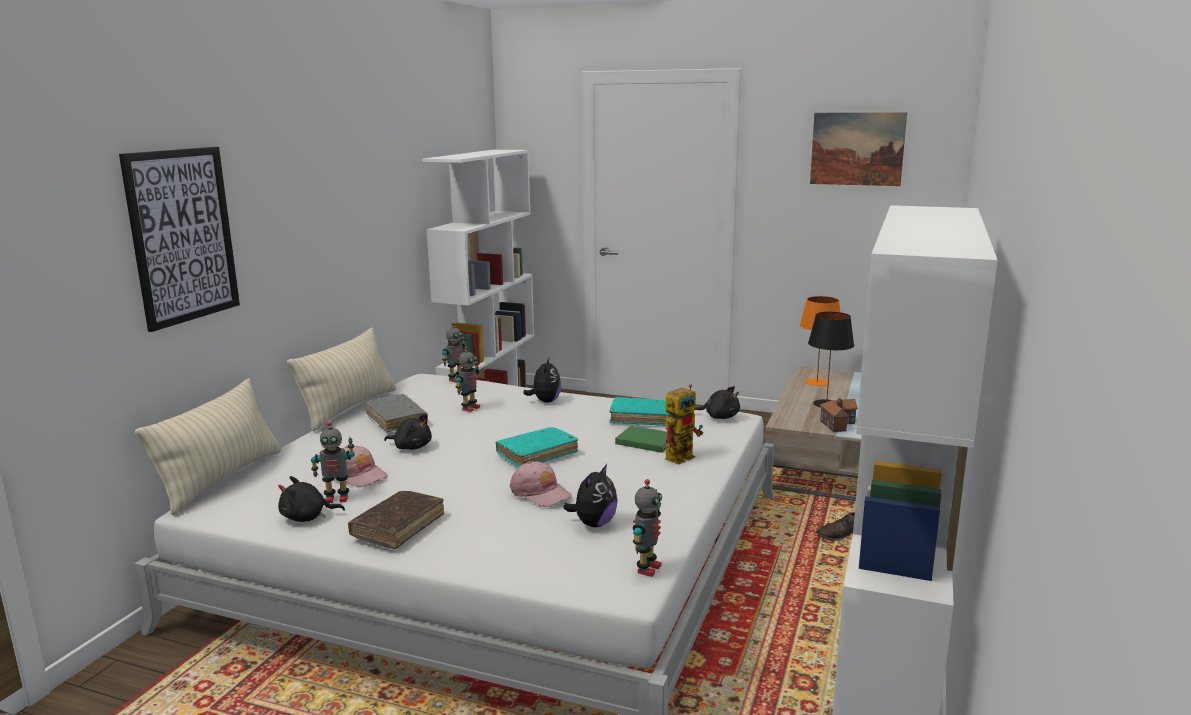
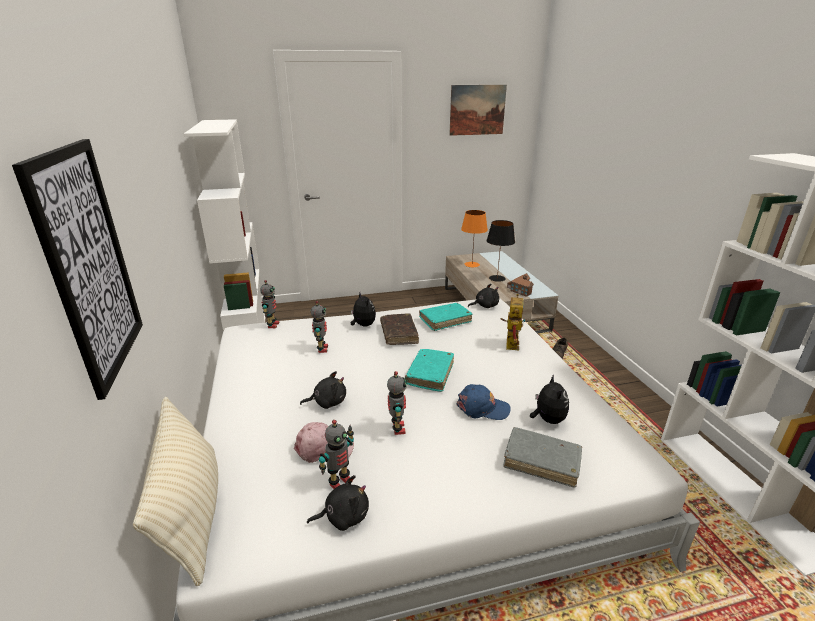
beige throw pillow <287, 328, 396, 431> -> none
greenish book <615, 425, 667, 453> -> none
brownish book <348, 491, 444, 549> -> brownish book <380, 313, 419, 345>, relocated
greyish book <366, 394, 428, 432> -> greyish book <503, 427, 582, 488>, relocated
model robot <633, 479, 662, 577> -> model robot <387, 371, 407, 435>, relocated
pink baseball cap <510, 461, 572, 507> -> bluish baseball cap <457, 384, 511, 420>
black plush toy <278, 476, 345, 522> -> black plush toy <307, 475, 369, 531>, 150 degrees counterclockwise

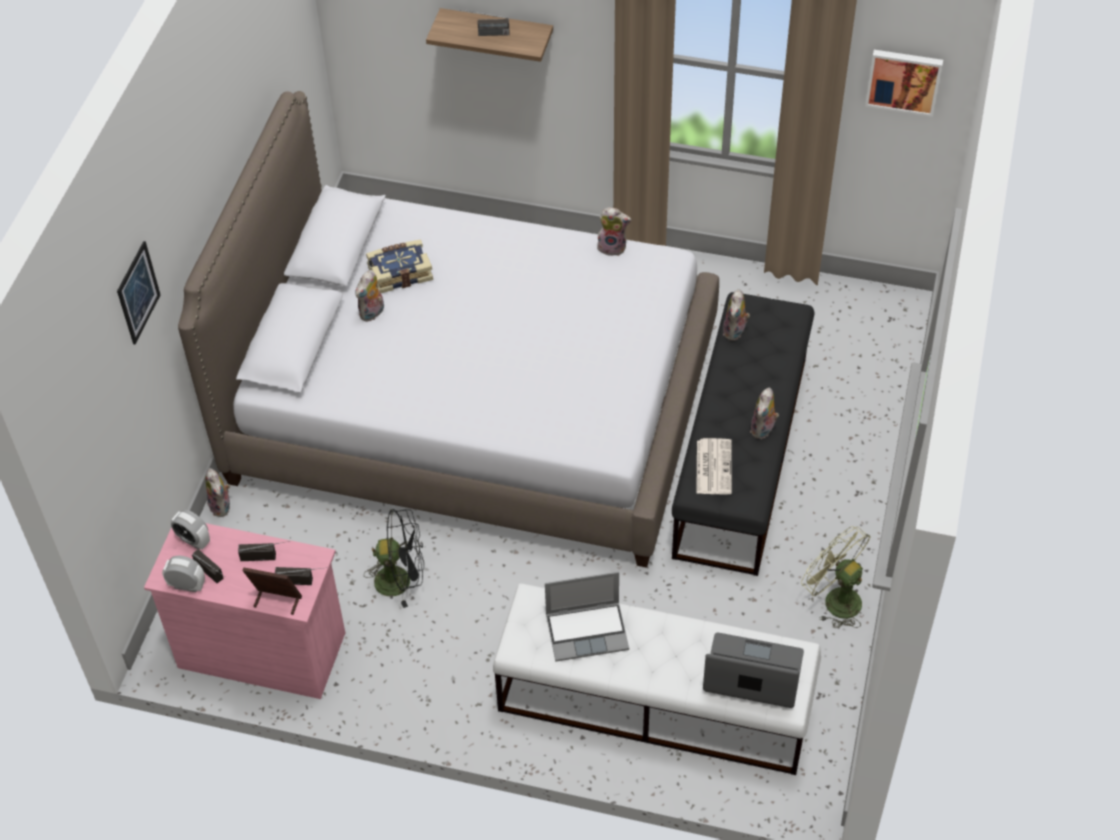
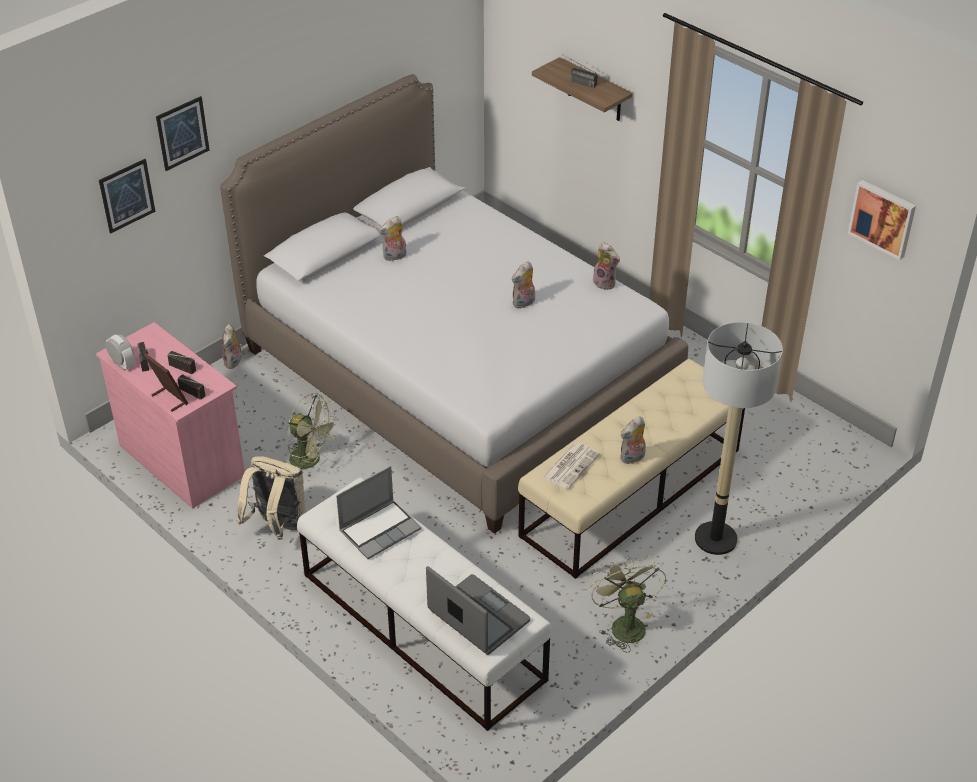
bedside clock <171, 510, 210, 550> -> none
book <366, 239, 433, 293> -> none
none -> wall picture <99, 159, 155, 234>
none -> beige rucksack <237, 457, 306, 540>
none -> standing lamp <695, 322, 783, 555>
plush toy <723, 289, 750, 341> -> plush toy <512, 261, 535, 308>, relocated
black electric fan <364, 509, 424, 608> -> greenish electric fan <286, 393, 339, 469>
black indoor bench <672, 292, 814, 576> -> beige indoor bench <518, 359, 745, 579>
laptop <545, 572, 629, 662> -> laptop <336, 466, 421, 559>, 60 degrees counterclockwise

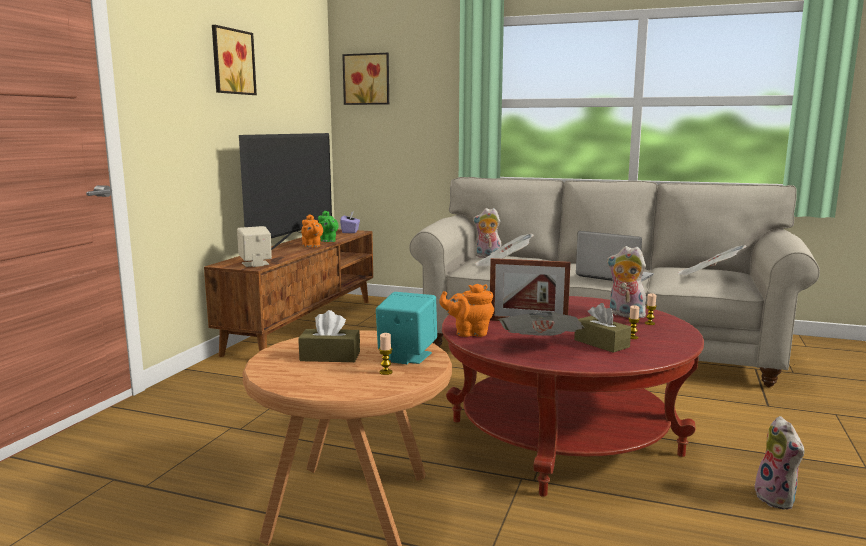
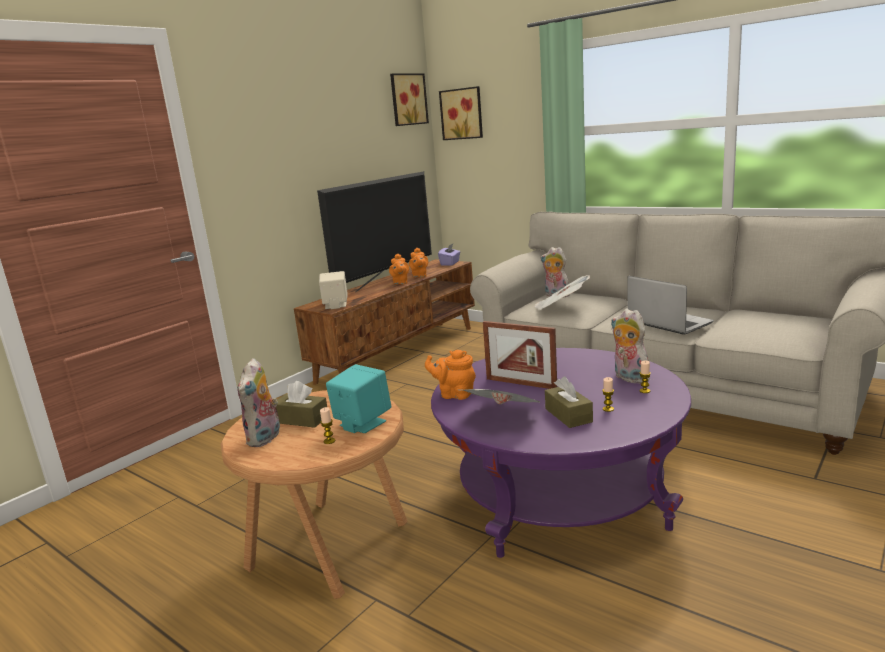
printed paper <678, 245, 746, 276> -> none
wall picture <212, 25, 257, 95> -> wall picture <390, 73, 429, 126>, relocated
plush toy <755, 416, 804, 510> -> plush toy <237, 358, 280, 448>, relocated
greenish tea pot <318, 211, 338, 242> -> orange-coloured tea pot <409, 248, 428, 277>
red lounge table <442, 296, 704, 497> -> purplish lounge table <431, 348, 691, 558>

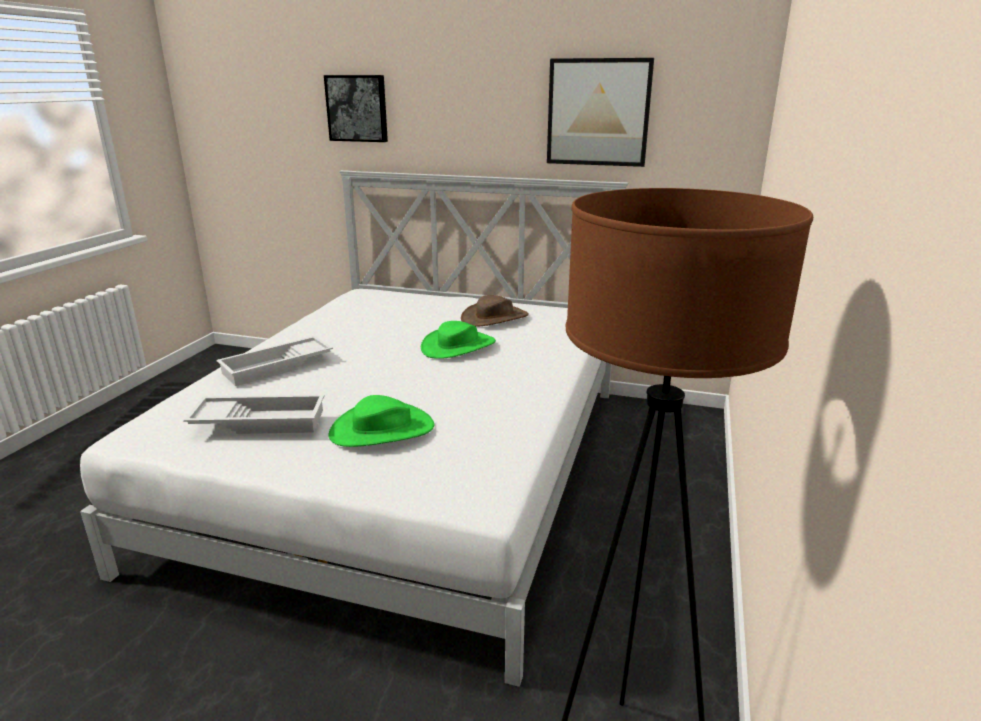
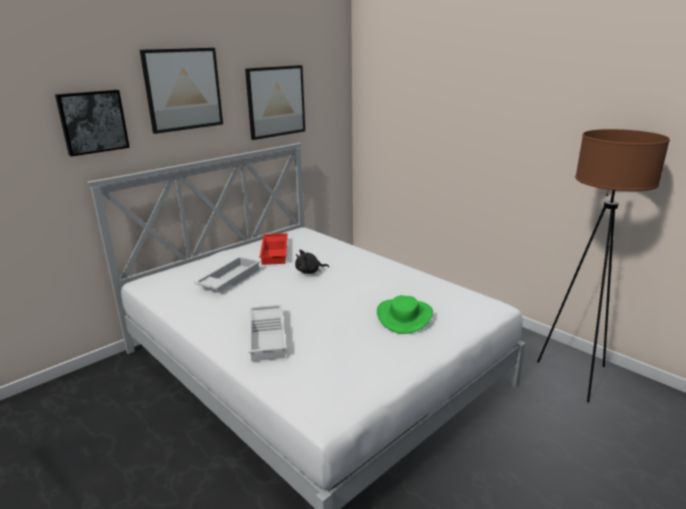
none -> wall picture <140, 48, 223, 134>
white-coloured serving tray <183, 395, 325, 434> -> white-coloured serving tray <194, 257, 260, 290>, relocated
greenish clothing hat <421, 321, 496, 359> -> black plush toy <295, 250, 329, 274>
brownish clothing hat <461, 295, 529, 327> -> red serving tray <260, 233, 288, 265>

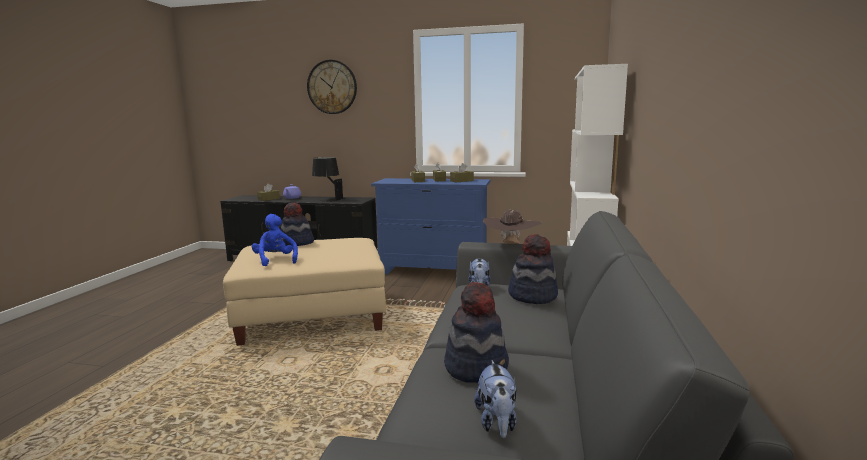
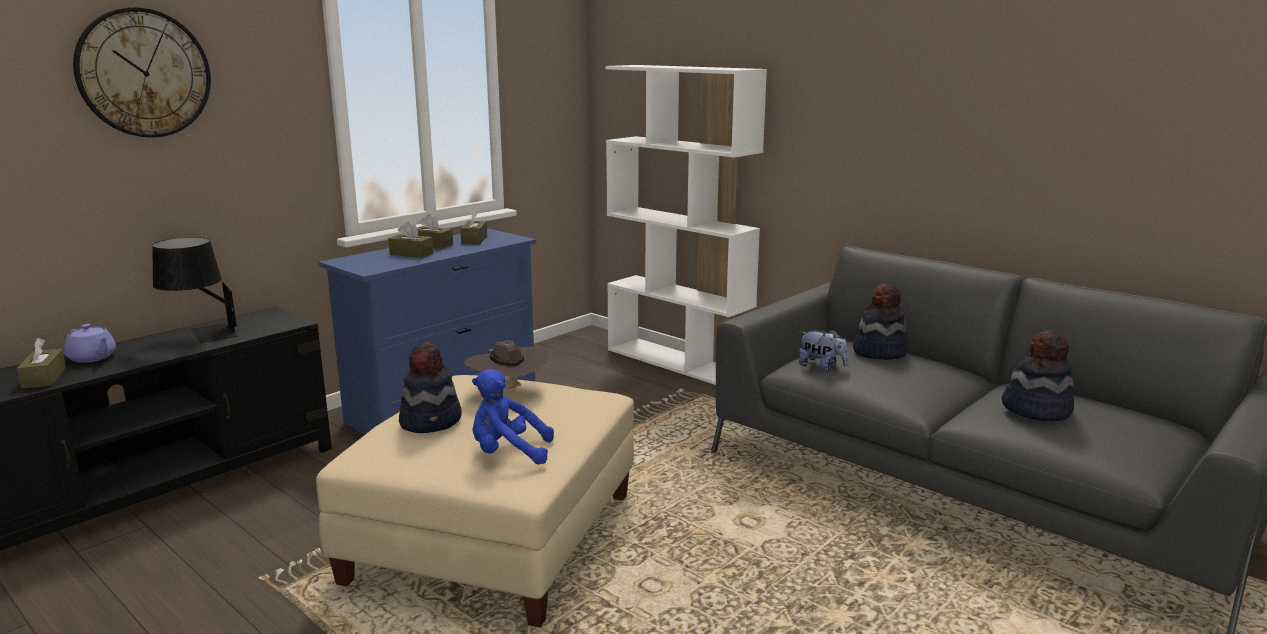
plush toy <474, 360, 517, 438> -> none
brownish clothing hat <483, 210, 543, 244> -> brownish clothing hat <464, 341, 548, 390>, relocated

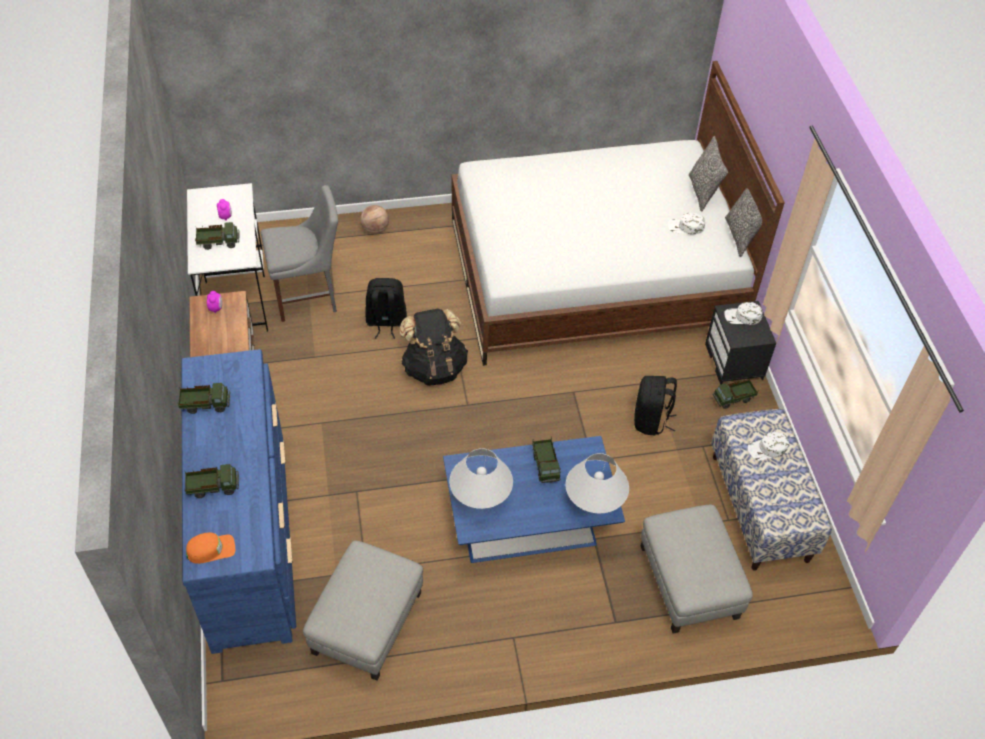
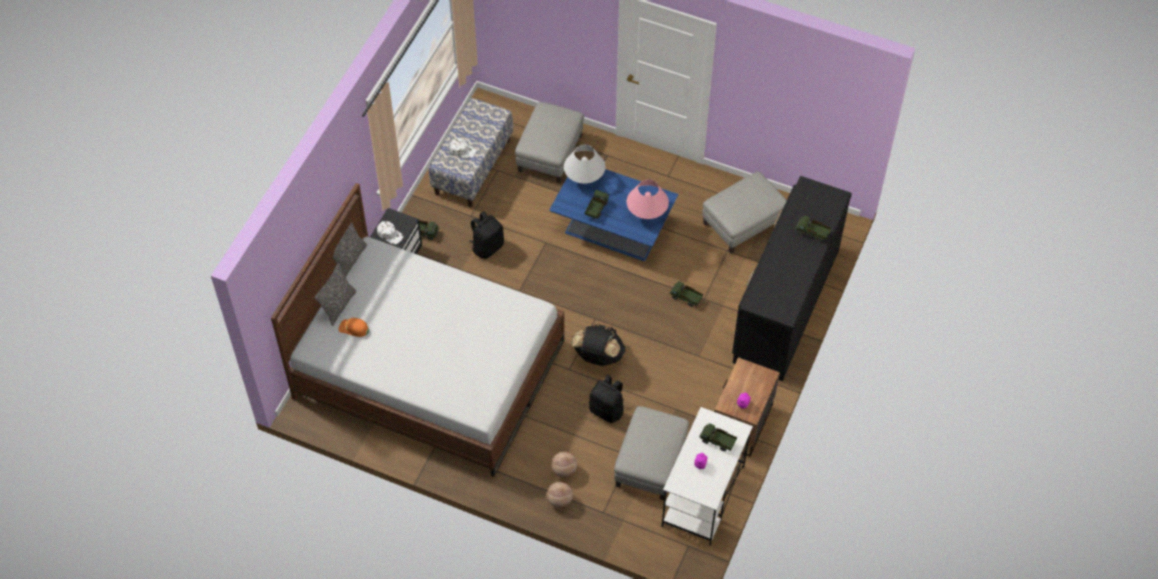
white-coloured baseball cap <668, 213, 705, 235> -> none
none -> ball for basketball <551, 452, 577, 478>
toy lorry <177, 383, 230, 414> -> toy lorry <669, 281, 703, 307>, relocated
orange-coloured baseball cap <186, 532, 235, 564> -> orange-coloured baseball cap <338, 318, 369, 337>, relocated
greyish chair <261, 185, 338, 322> -> greyish pouffe <614, 406, 689, 500>
bluish chest of drawers <181, 349, 296, 654> -> black chest of drawers <732, 176, 852, 381>
white-coloured tabletop lamp <449, 448, 513, 509> -> pink tabletop lamp <626, 180, 669, 219>

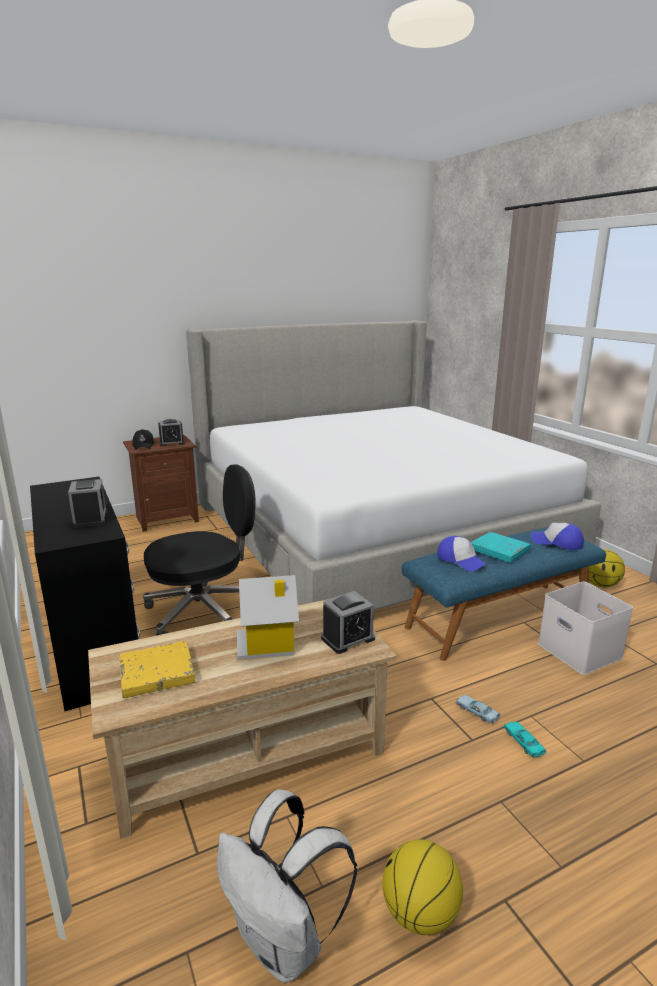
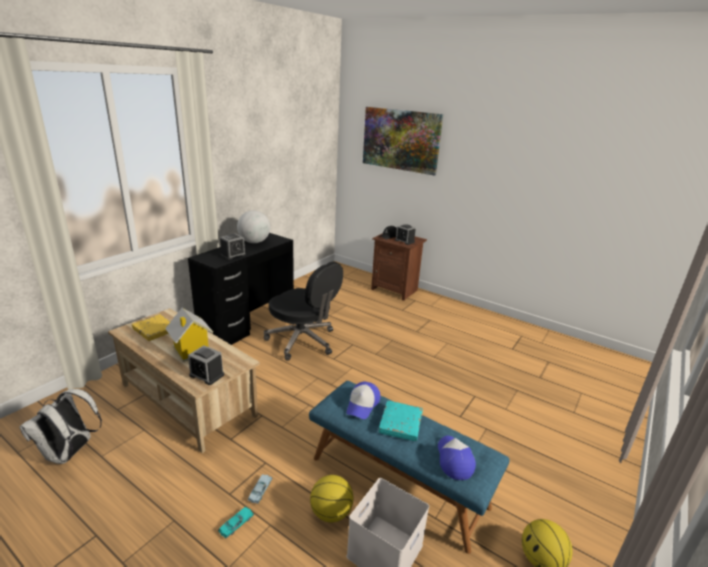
sleeping bed <186, 320, 602, 610> -> none
none -> globe <237, 210, 270, 243>
none -> wall picture <363, 107, 443, 176>
ball for basketball <382, 839, 463, 935> -> ball for basketball <310, 475, 354, 523>, relocated

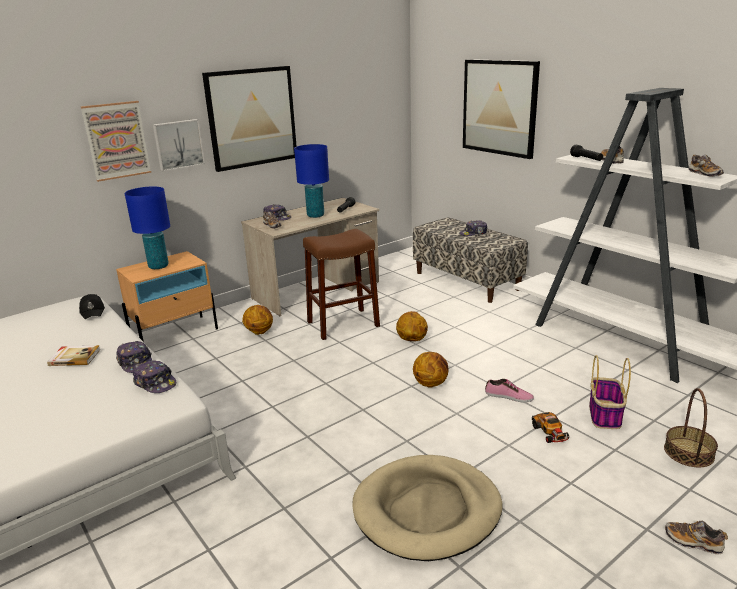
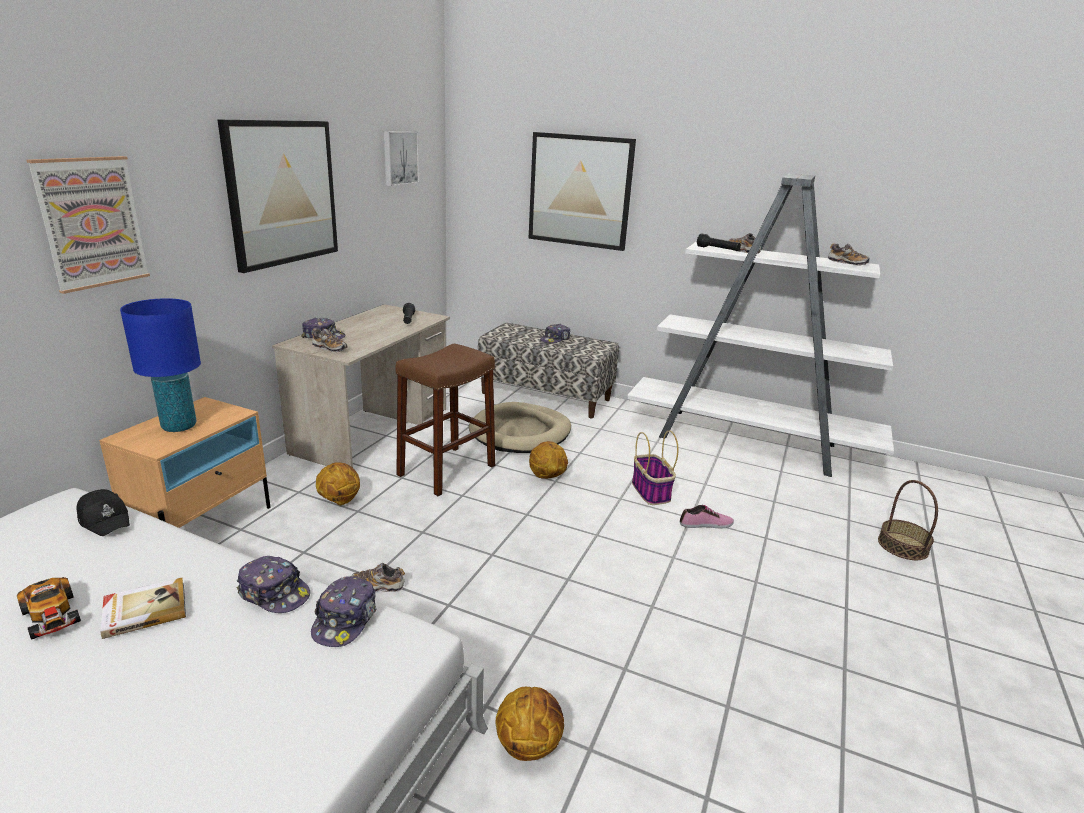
bluish tabletop lamp <294, 144, 329, 218> -> none
wall picture <153, 119, 205, 171> -> wall picture <384, 131, 419, 186>, relocated
beige dog bed <352, 455, 503, 561> -> beige dog bed <469, 402, 571, 453>, relocated
ball for basketball <413, 352, 448, 388> -> ball for basketball <495, 687, 564, 761>, relocated
toy car <532, 412, 569, 443> -> toy car <17, 577, 81, 640>, relocated
household basket <589, 355, 631, 429> -> household basket <632, 430, 678, 505>, relocated
low shoe <665, 520, 728, 555> -> low shoe <351, 563, 405, 593>, relocated
baseball cap <133, 360, 176, 393> -> baseball cap <311, 576, 376, 647>, 90 degrees clockwise

